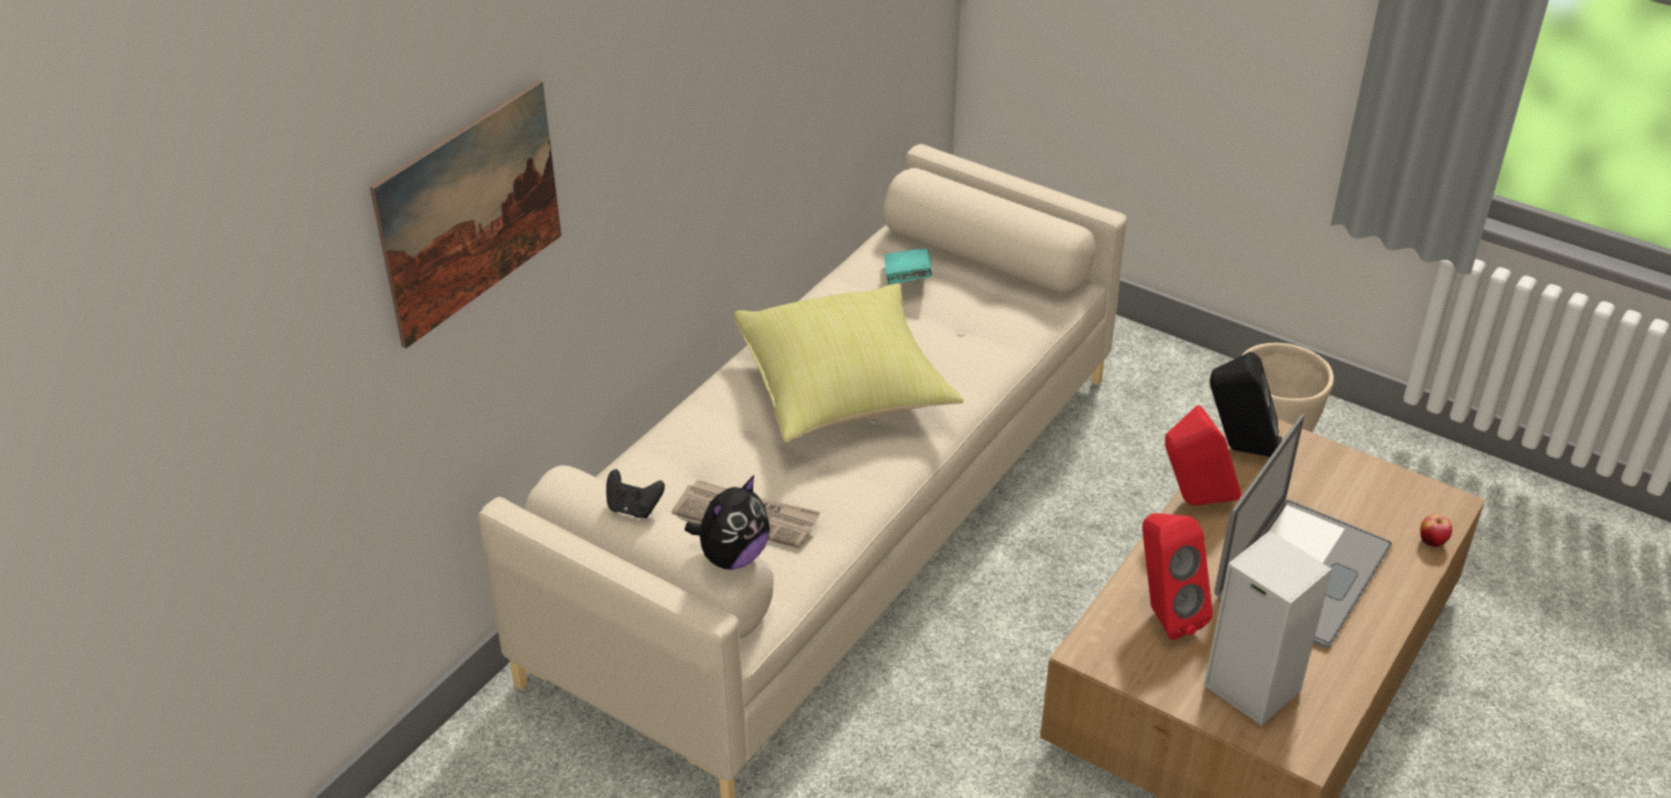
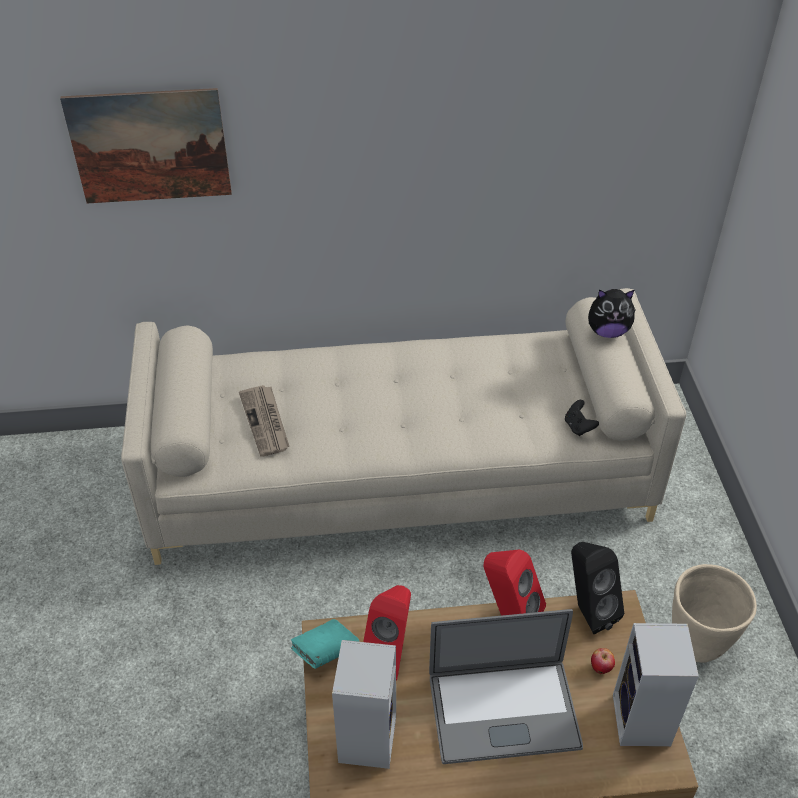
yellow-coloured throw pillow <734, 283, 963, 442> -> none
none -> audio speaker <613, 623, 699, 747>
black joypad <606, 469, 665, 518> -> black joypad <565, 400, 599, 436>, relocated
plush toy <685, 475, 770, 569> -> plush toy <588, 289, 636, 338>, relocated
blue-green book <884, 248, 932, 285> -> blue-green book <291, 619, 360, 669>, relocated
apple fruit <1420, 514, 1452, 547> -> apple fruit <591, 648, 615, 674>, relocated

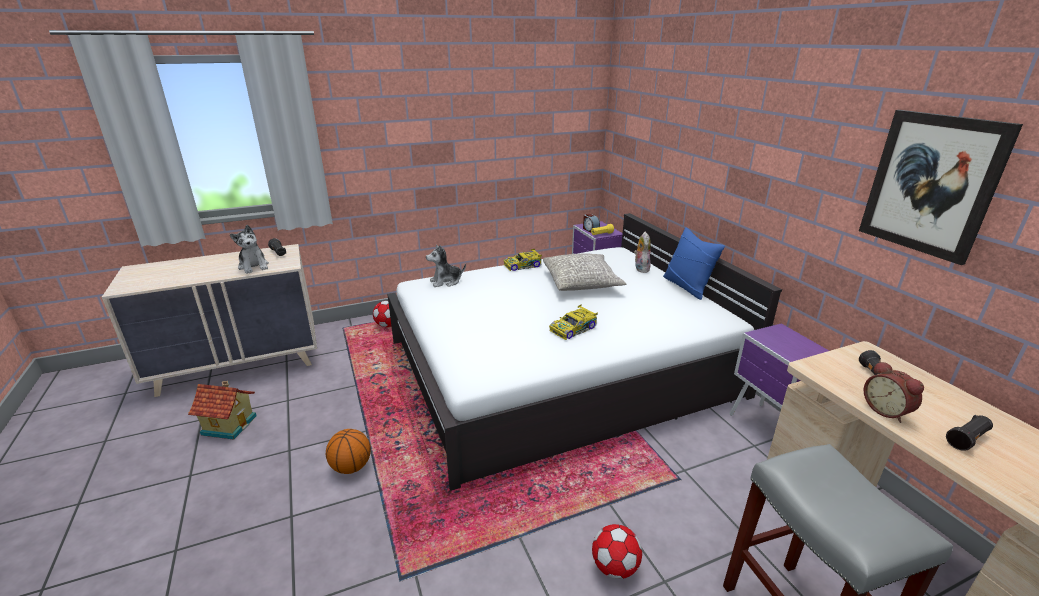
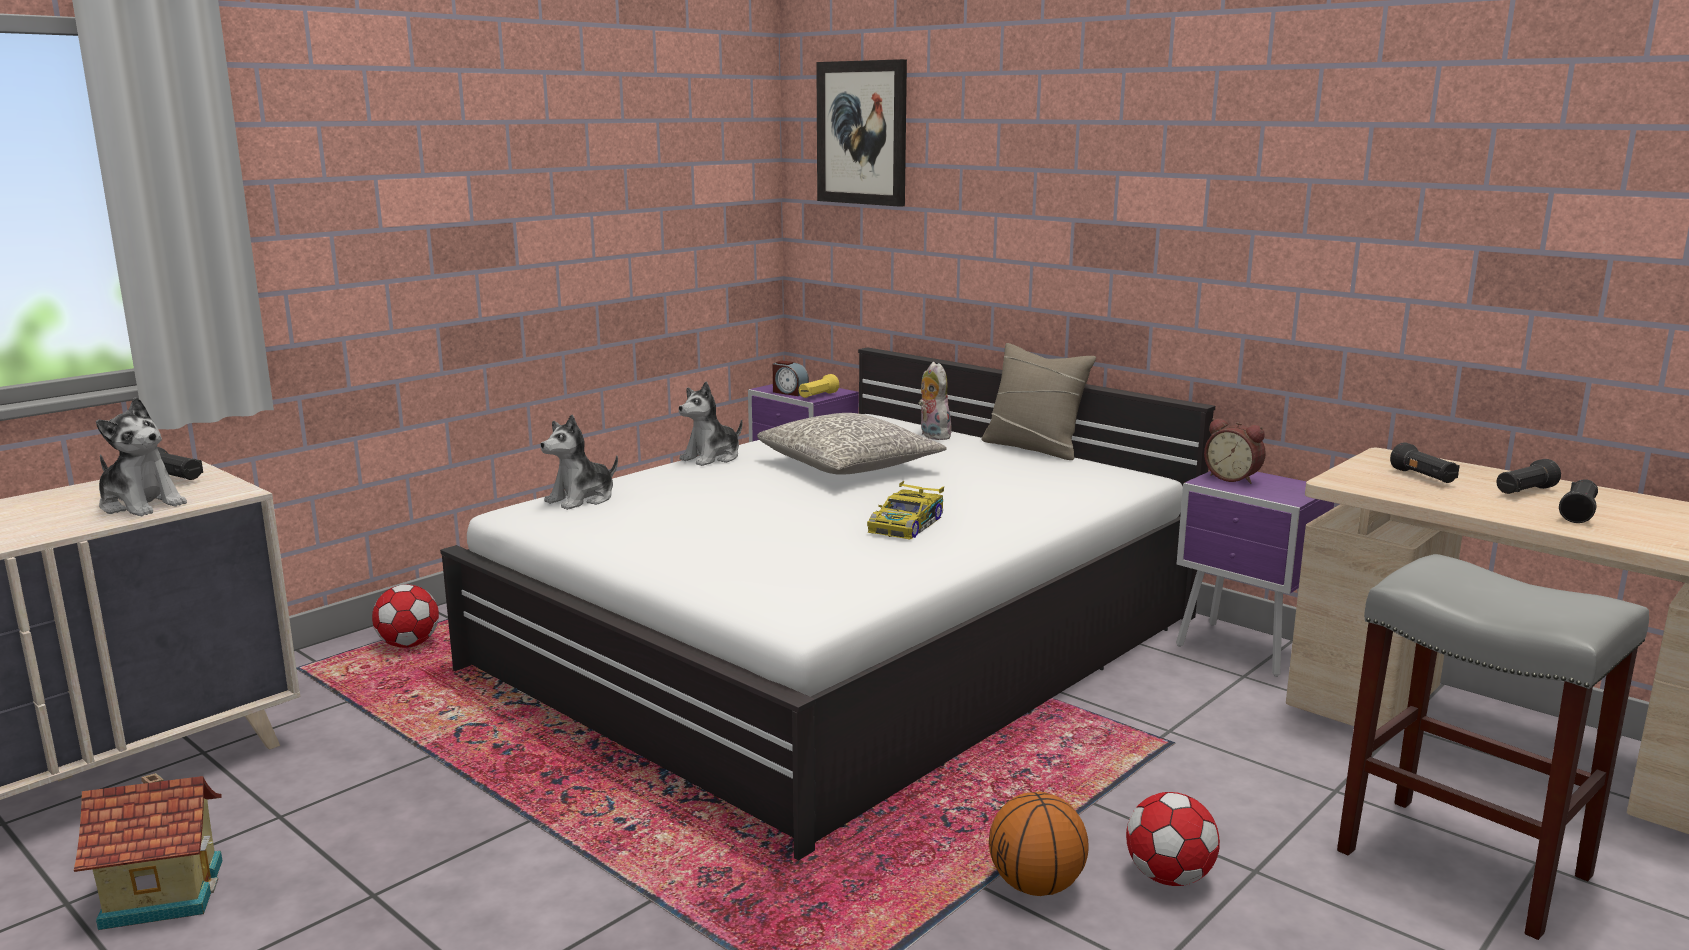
none -> black torch <1496, 459, 1561, 494>
ball for basketball <326, 429, 371, 474> -> ball for basketball <989, 792, 1089, 896>, relocated
wall picture <859, 110, 1023, 265> -> wall picture <816, 59, 907, 207>, relocated
bedside clock <864, 361, 924, 423> -> bedside clock <1204, 418, 1266, 484>, relocated
toy car <503, 249, 542, 271> -> plush toy <679, 381, 742, 466>
bluish throw pillow <663, 227, 725, 300> -> beige throw pillow <981, 343, 1096, 460>

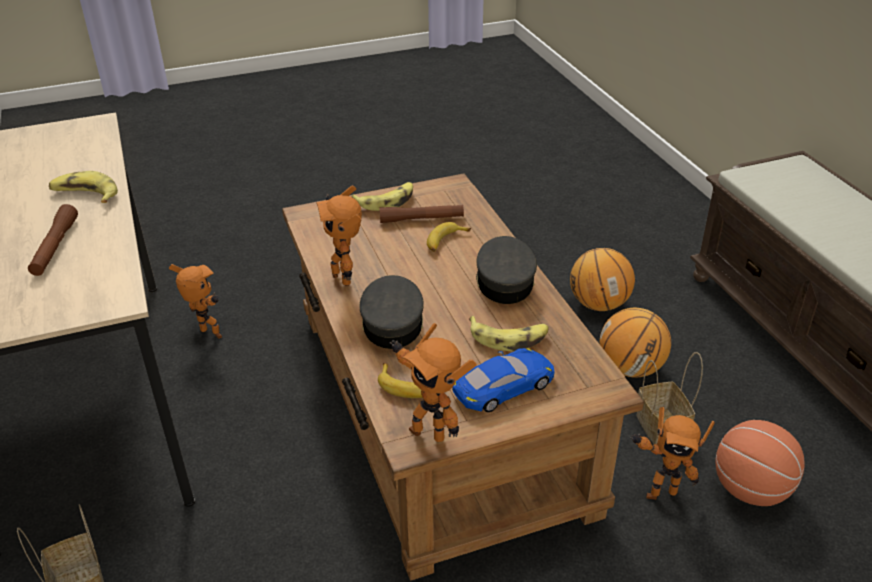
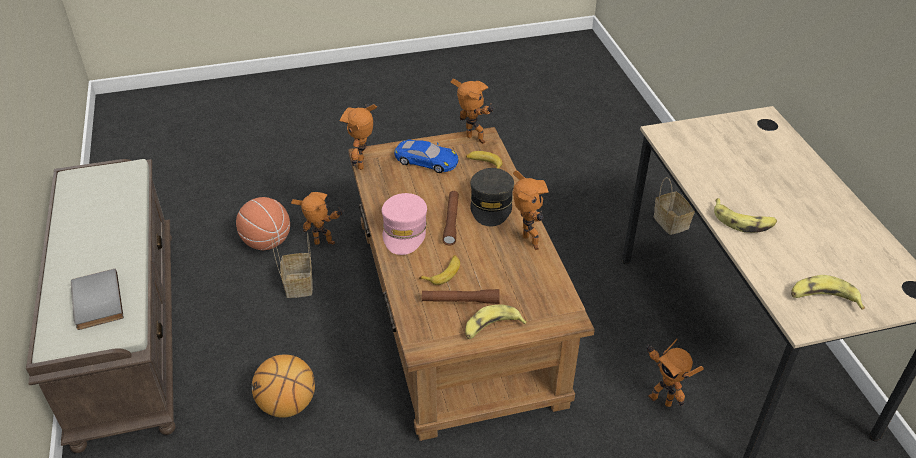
ball for basketball <600, 308, 671, 377> -> none
none -> greyish book <71, 269, 124, 330>
none -> model robot <340, 104, 377, 170>
brownish torch <28, 204, 78, 276> -> brownish torch <442, 191, 459, 246>, relocated
banana <469, 316, 549, 351> -> banana <791, 275, 865, 310>, relocated
greyish baseball cap <476, 236, 537, 304> -> pink baseball cap <382, 193, 427, 255>
bluish toy car <452, 348, 555, 412> -> bluish toy car <394, 139, 458, 173>, 135 degrees counterclockwise

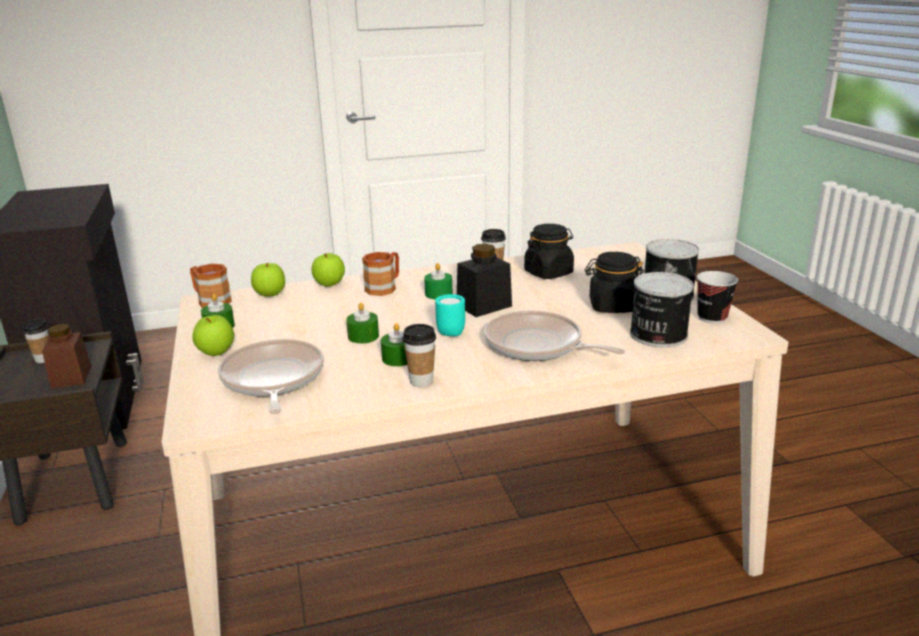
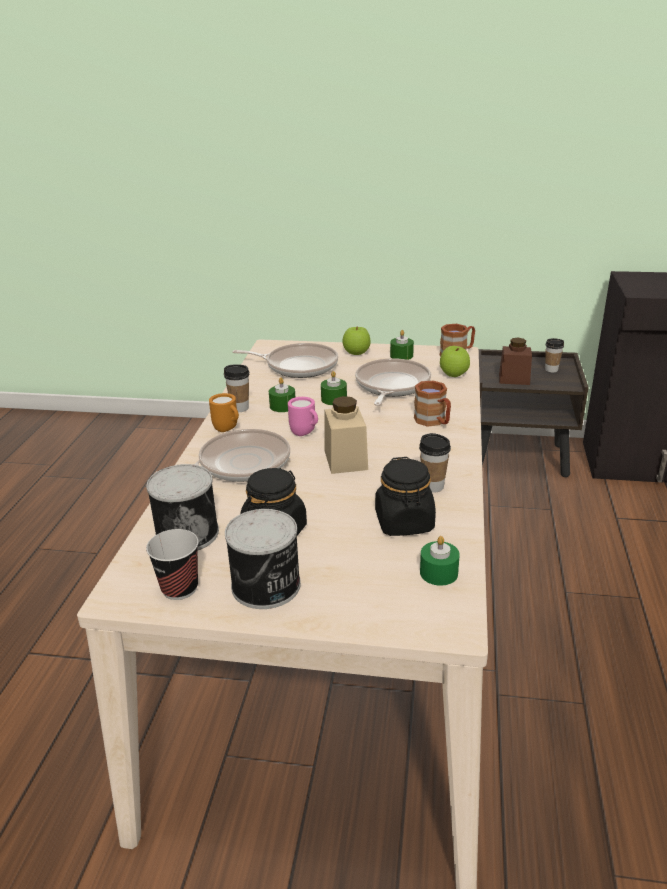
apple fruit <311, 253, 345, 287> -> none
none -> orange-coloured tea mug <209, 393, 239, 432>
none -> skillet <355, 358, 431, 406>
greenish wax light <424, 263, 452, 299> -> greenish wax light <420, 536, 460, 586>, relocated
blue-green tea mug <435, 294, 465, 336> -> pink tea mug <288, 397, 318, 436>
black storage jar <457, 244, 512, 317> -> beige storage jar <324, 396, 368, 474>

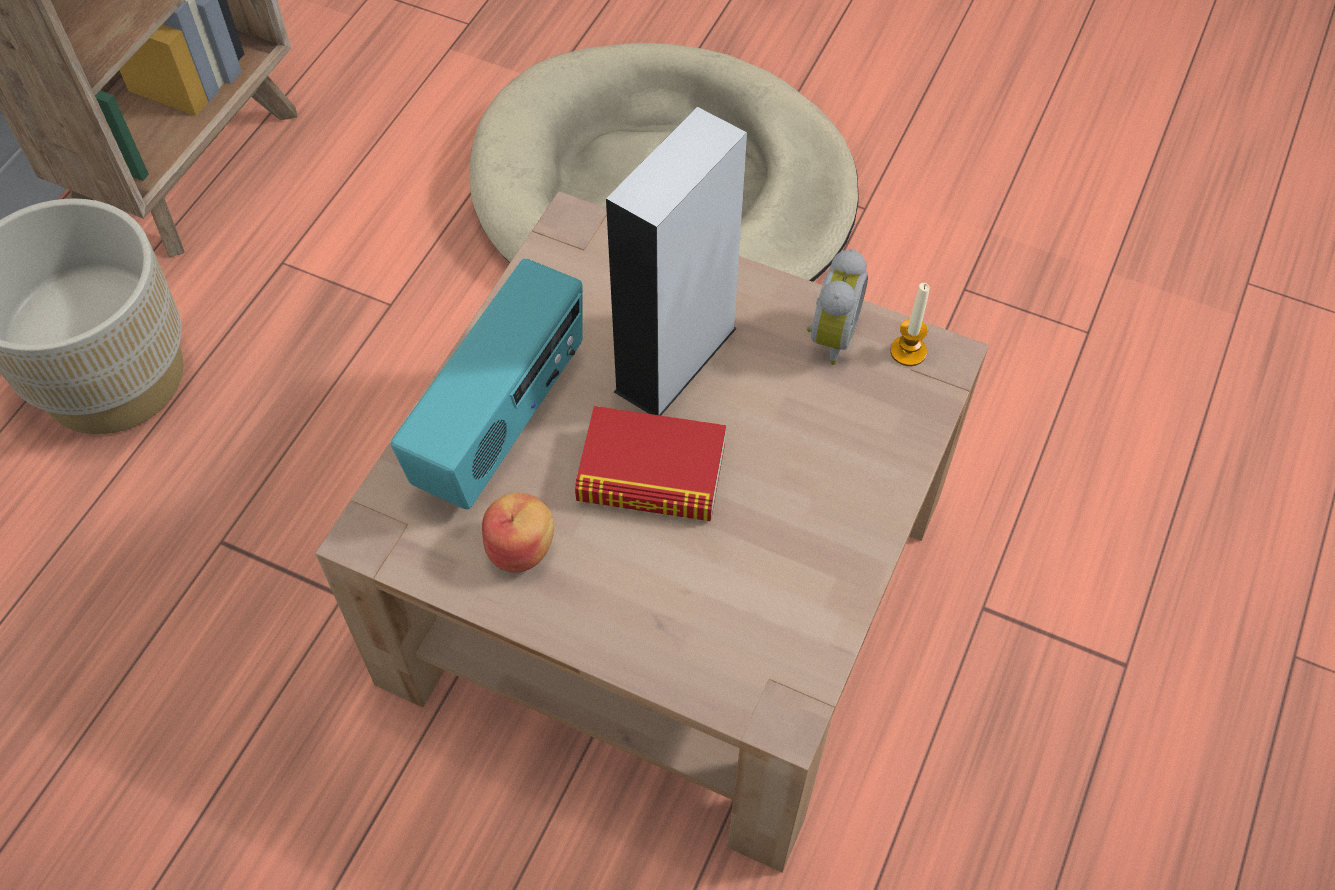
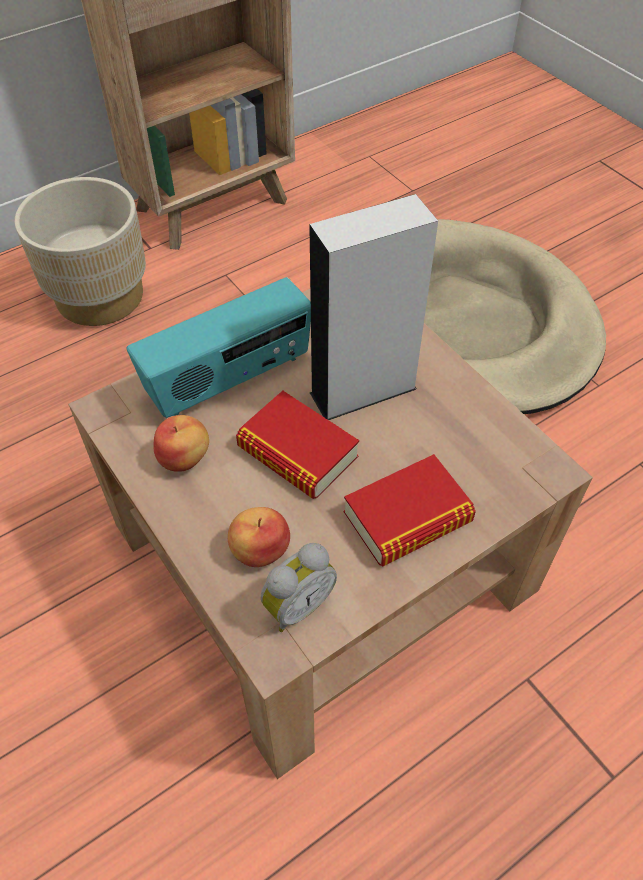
wax light <890, 283, 930, 366> -> none
none -> apple fruit <228, 507, 290, 567>
none -> book <344, 454, 476, 567>
bedside clock <807, 249, 868, 365> -> bedside clock <261, 543, 337, 632>, relocated

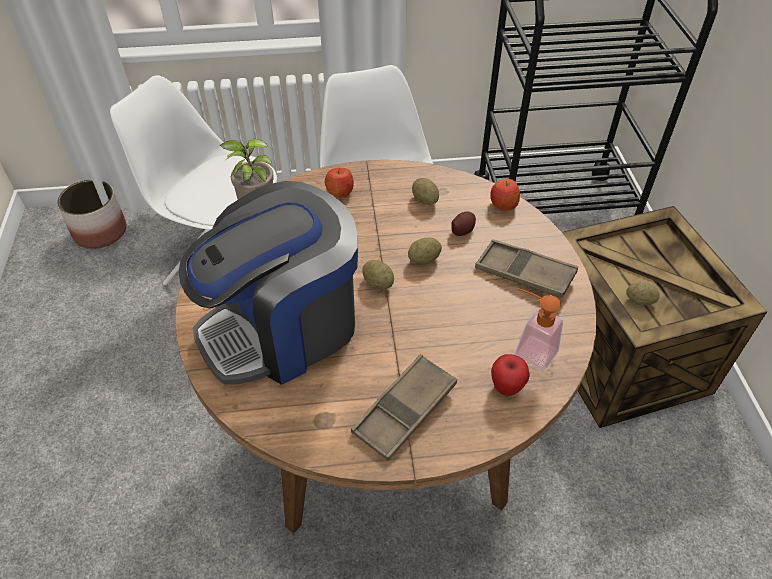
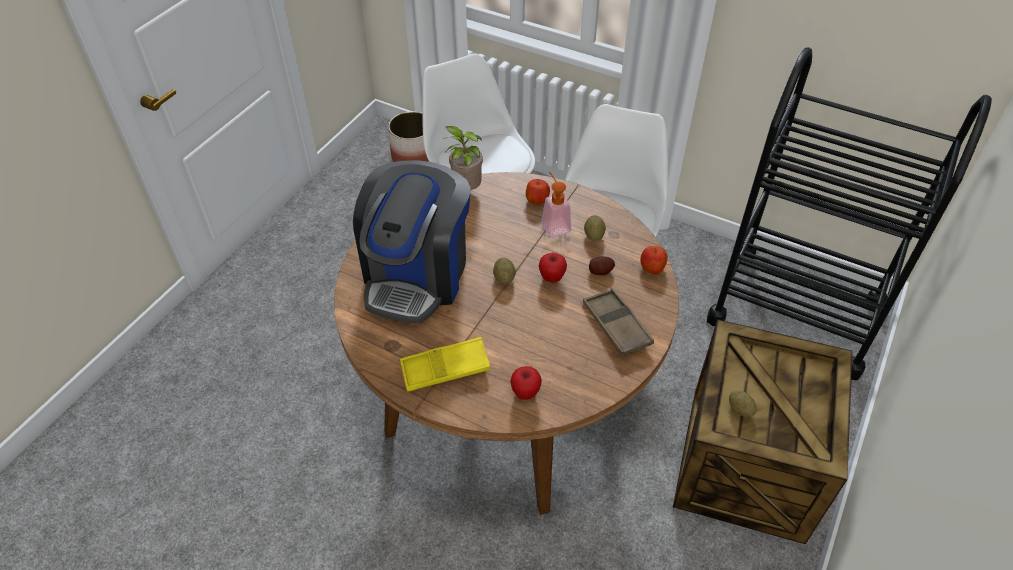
soap dispenser <515, 288, 563, 370> -> soap dispenser <541, 172, 571, 237>, relocated
spud <408, 238, 442, 264> -> apple fruit <539, 252, 567, 283>
brownish serving tray <351, 354, 457, 461> -> yellow-coloured serving tray <400, 337, 491, 392>
coffee machine <179, 181, 358, 385> -> coffee machine <353, 160, 471, 323>, 75 degrees counterclockwise

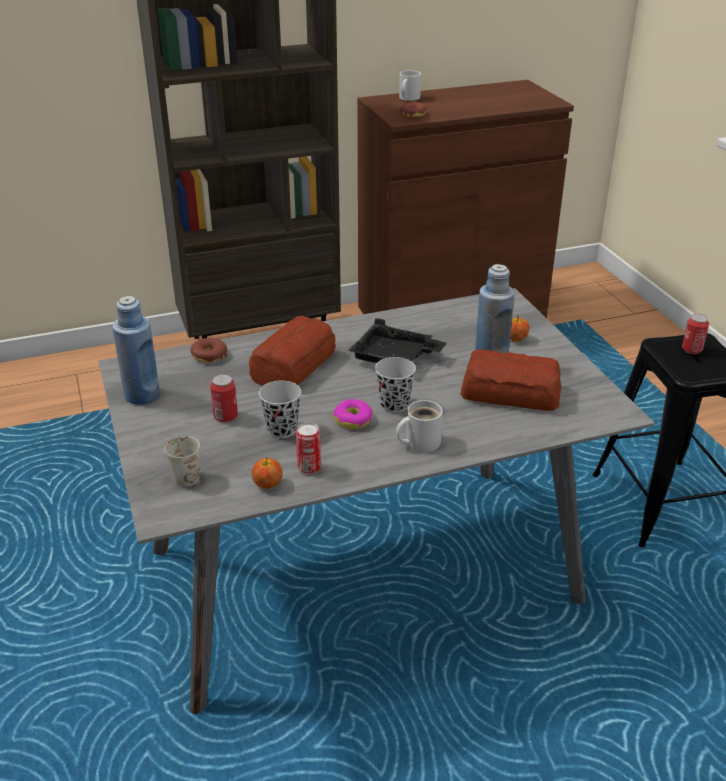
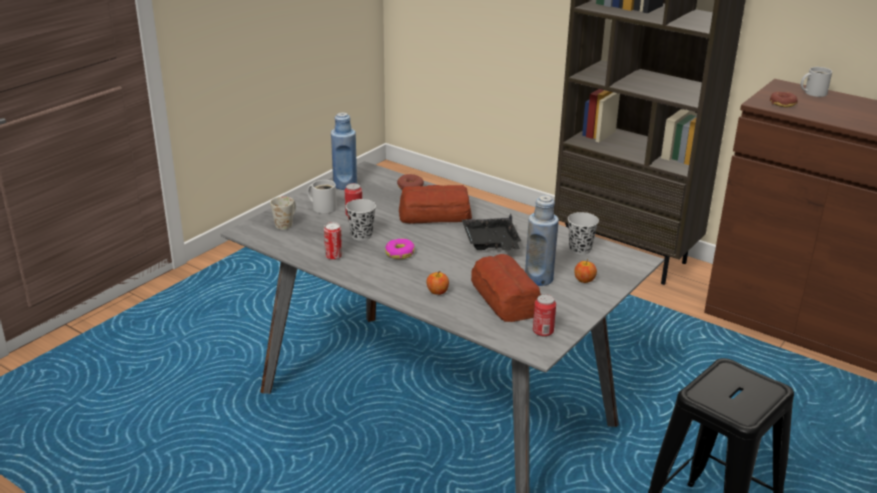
apple fruit <252, 457, 283, 489> -> apple fruit <427, 271, 449, 295>, relocated
black small cup <375, 357, 416, 413> -> black small cup <568, 212, 599, 255>, relocated
white-coloured tea mug <396, 400, 443, 452> -> white-coloured tea mug <307, 180, 337, 214>, relocated
can <682, 314, 709, 354> -> can <533, 294, 556, 337>, relocated

